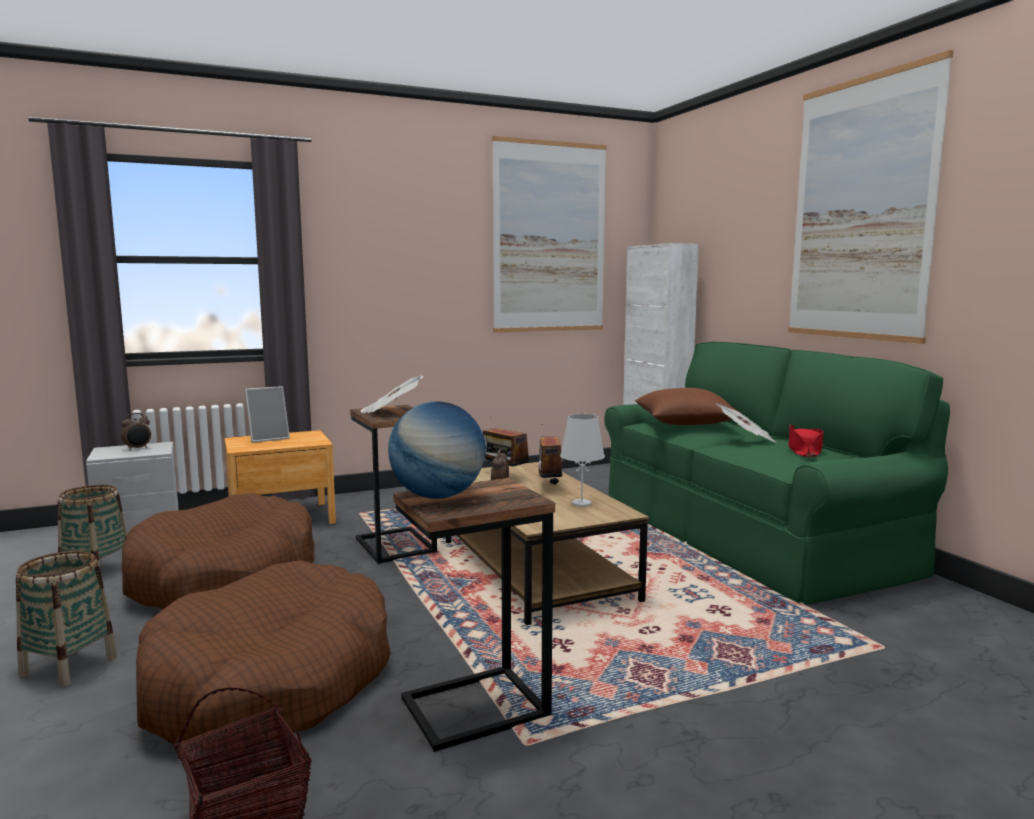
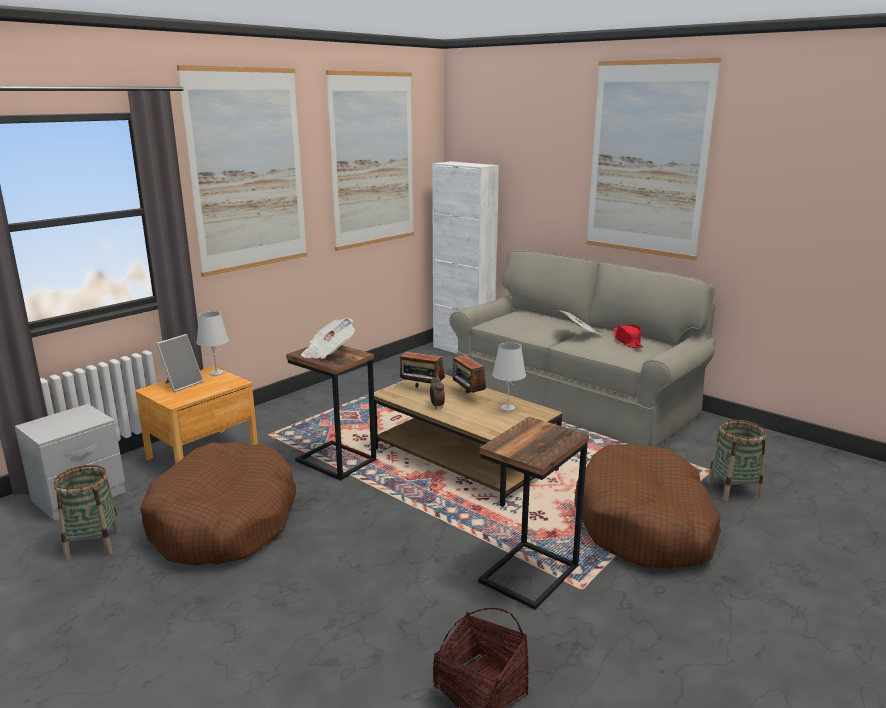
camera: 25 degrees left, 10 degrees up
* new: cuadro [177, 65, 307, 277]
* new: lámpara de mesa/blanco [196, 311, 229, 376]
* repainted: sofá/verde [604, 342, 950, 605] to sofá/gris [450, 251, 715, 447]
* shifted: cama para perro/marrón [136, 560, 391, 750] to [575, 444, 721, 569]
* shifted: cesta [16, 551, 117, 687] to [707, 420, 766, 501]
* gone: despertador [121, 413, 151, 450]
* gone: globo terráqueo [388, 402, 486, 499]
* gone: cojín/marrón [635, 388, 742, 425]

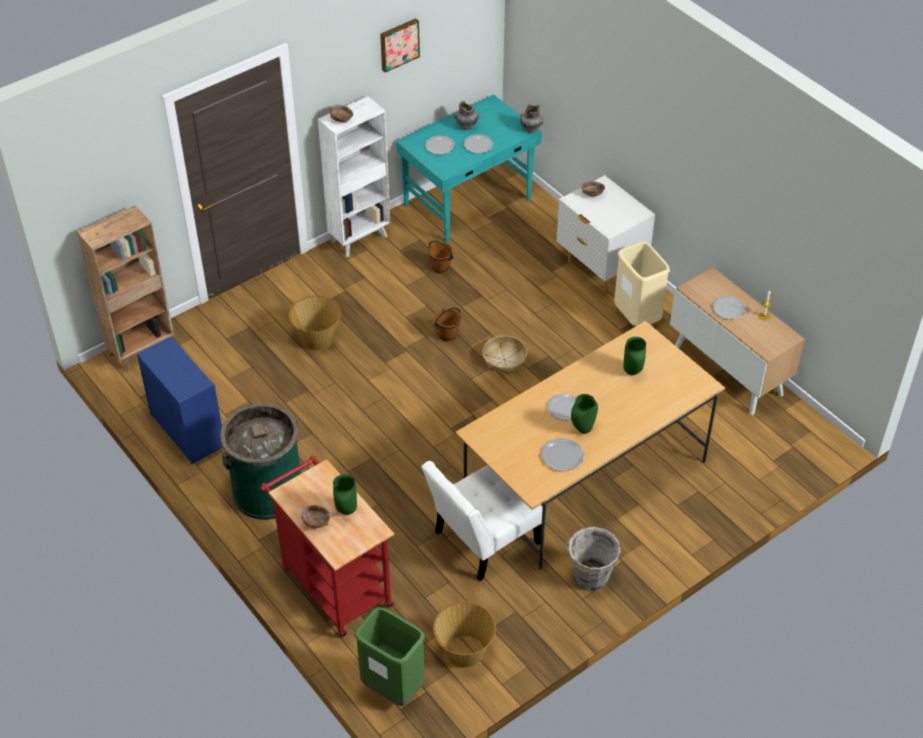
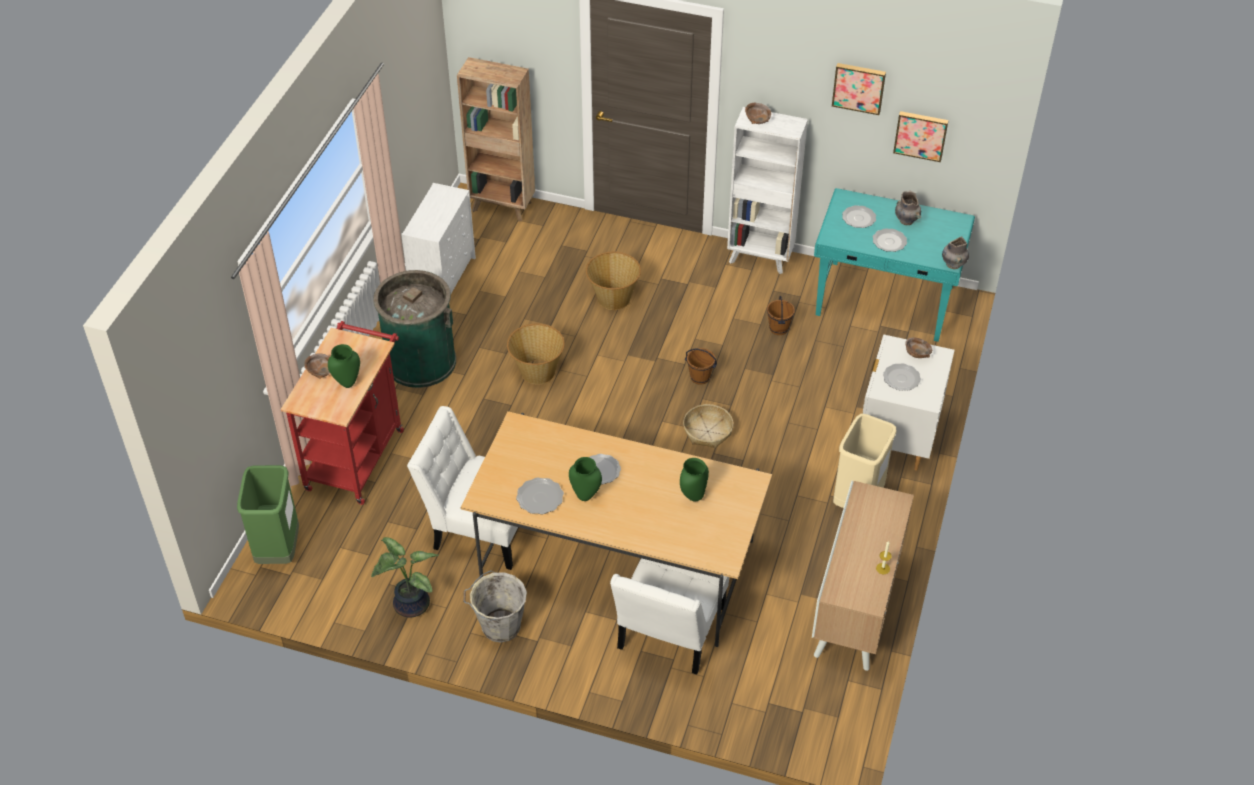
camera: 55 degrees right, 0 degrees up
* new: planta en maceta [371, 537, 438, 617]
* repainted: cómoda/azul [137, 336, 223, 464] to cómoda/blanco [401, 183, 476, 293]
* shifted: cesta [433, 602, 496, 668] to [507, 324, 565, 385]
* new: silla/blanco [610, 558, 729, 675]
* shifted: plato [713, 296, 746, 319] to [883, 363, 921, 391]
* new: cuadro [893, 111, 949, 162]

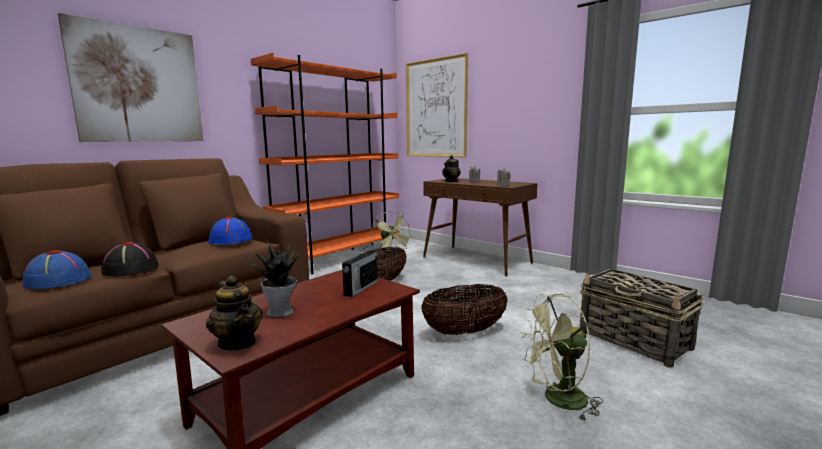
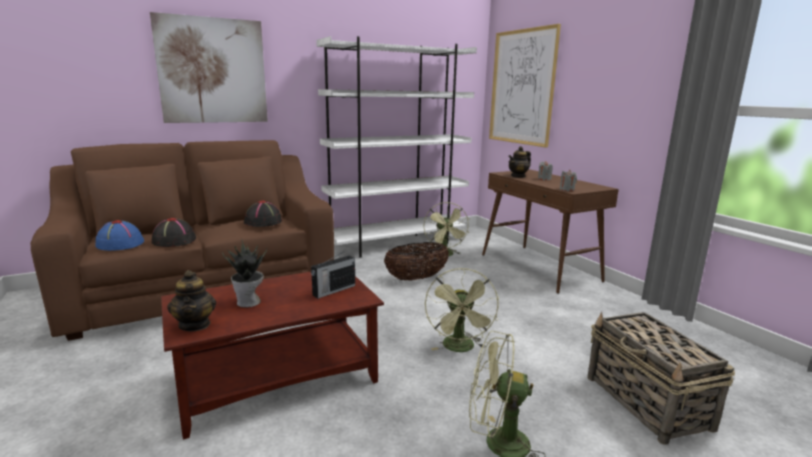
camera: 20 degrees right, 5 degrees up
* repainted: sombrero/azul [209, 216, 252, 245] to sombrero/negro [244, 200, 282, 227]
* repainted: estantería/naranja [251, 53, 400, 274] to estantería/blanco [316, 36, 477, 258]
* swapped: cesta [421, 284, 507, 335] to ventilador/verde [425, 268, 499, 352]

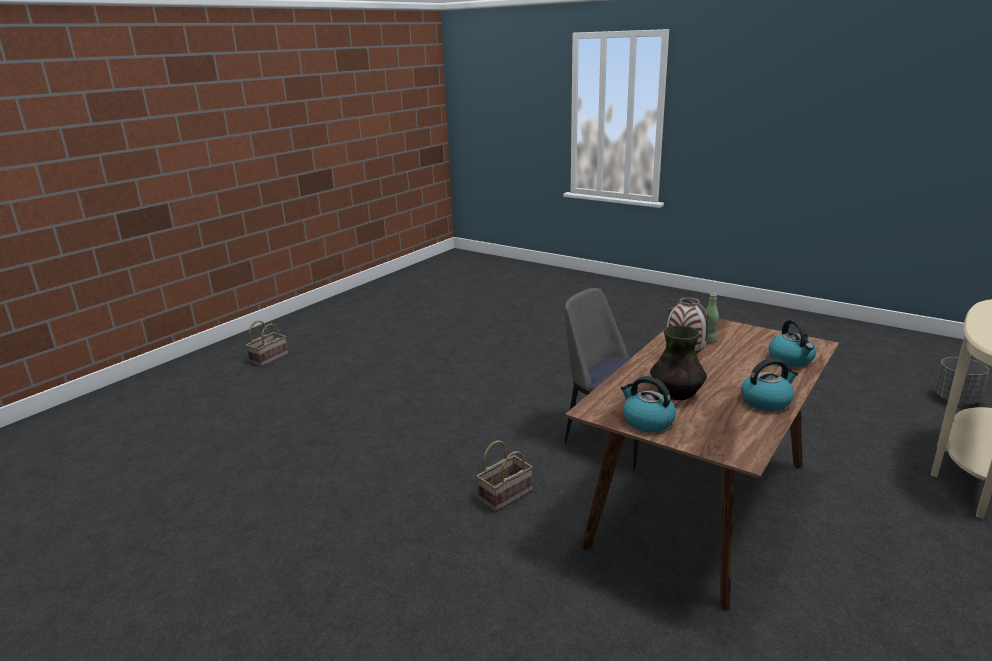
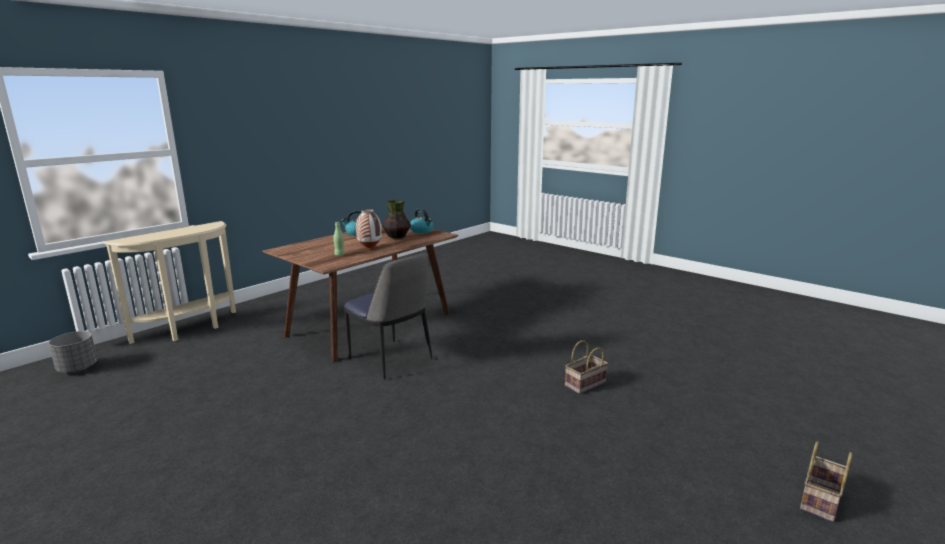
camera: 175 degrees left, 5 degrees down
* shifted: cesta [476, 440, 533, 512] to [565, 340, 608, 394]
* gone: hervidor [768, 319, 816, 367]

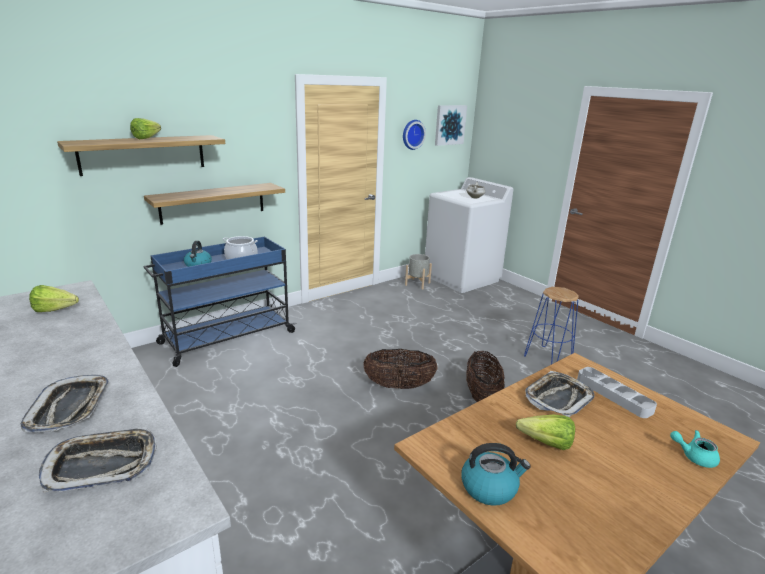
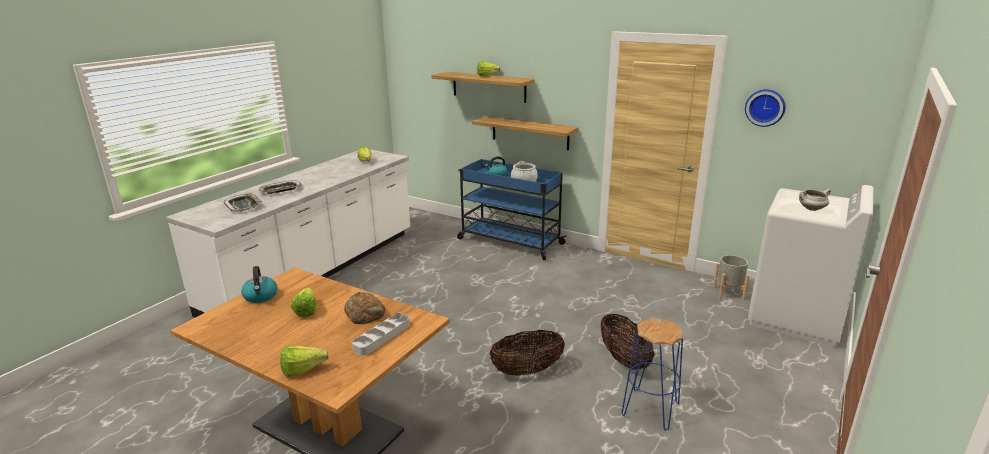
camera: 70 degrees right, 0 degrees up
* swapped: tetera/turquesa [670, 430, 720, 468] to lechuga [280, 346, 329, 377]
* swapped: bandeja [525, 371, 595, 417] to pan [344, 292, 385, 324]
* shifted: cesta [363, 349, 438, 389] to [601, 314, 654, 370]
* gone: cuadro [435, 105, 467, 146]

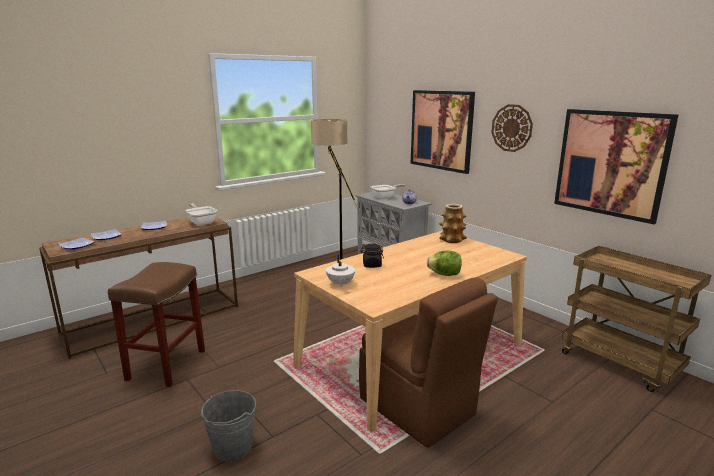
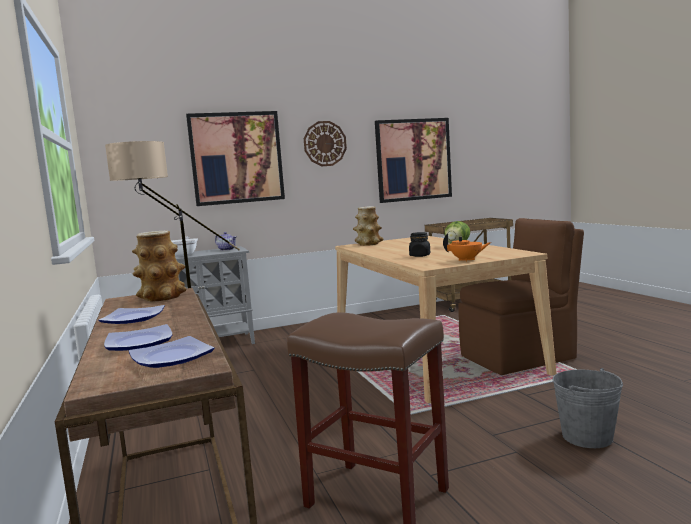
camera: 70 degrees left, 10 degrees down
* swapped: sartén [185, 204, 217, 226] to florero [132, 231, 187, 301]
* repainted: tetera/blanco [326, 255, 355, 287] to tetera/naranja [443, 234, 491, 262]

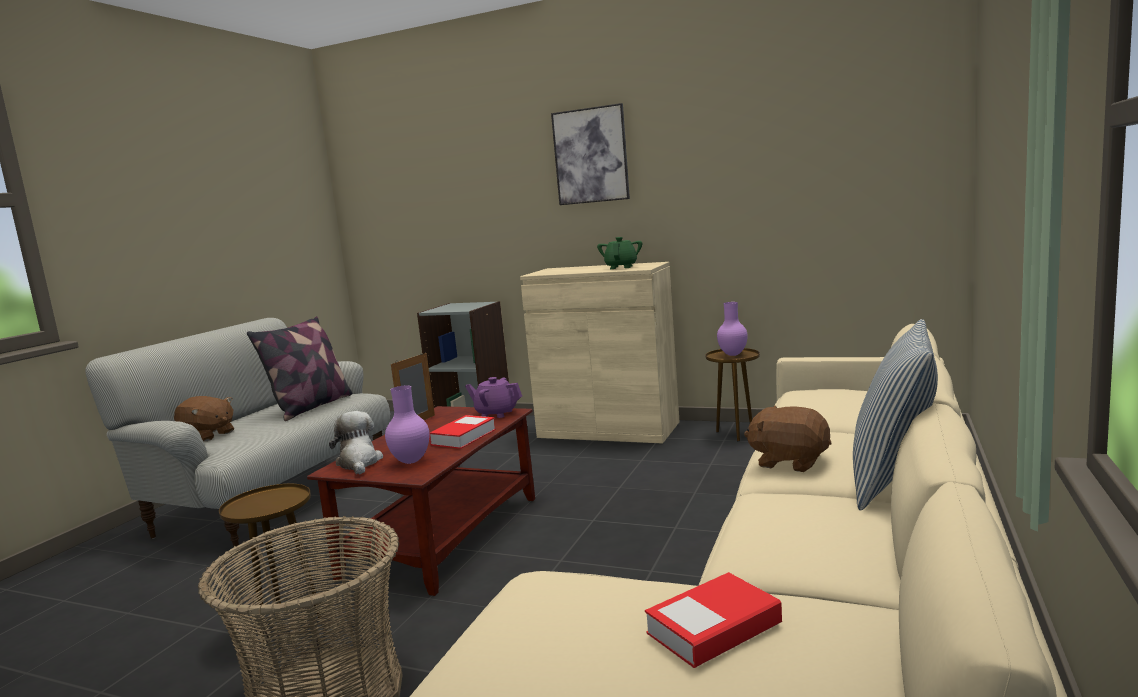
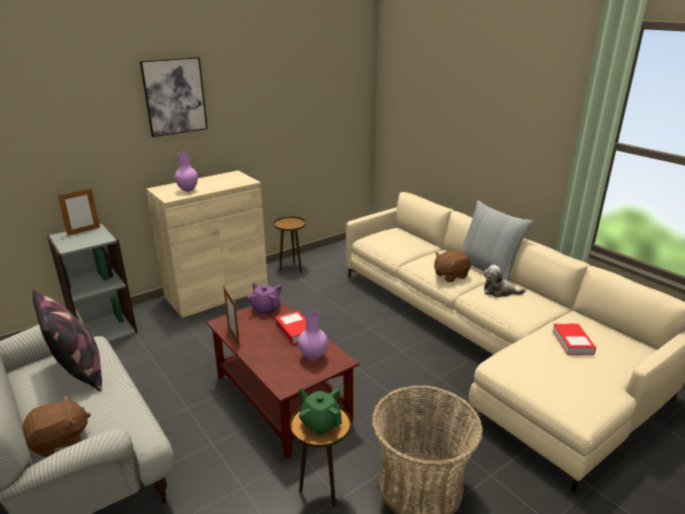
camera: 60 degrees left, 15 degrees up
* new: portarretratos [57, 188, 100, 236]
* shifted: florero/morado [717, 302, 748, 356] to [175, 151, 198, 192]
* rotated: tetera/morado [465, 377, 522, 418] = [247, 283, 282, 315] 90 degrees clockwise
* shifted: tetera/verde [597, 237, 642, 269] to [299, 388, 342, 435]
* shifted: peluche [329, 411, 383, 474] to [483, 265, 526, 297]

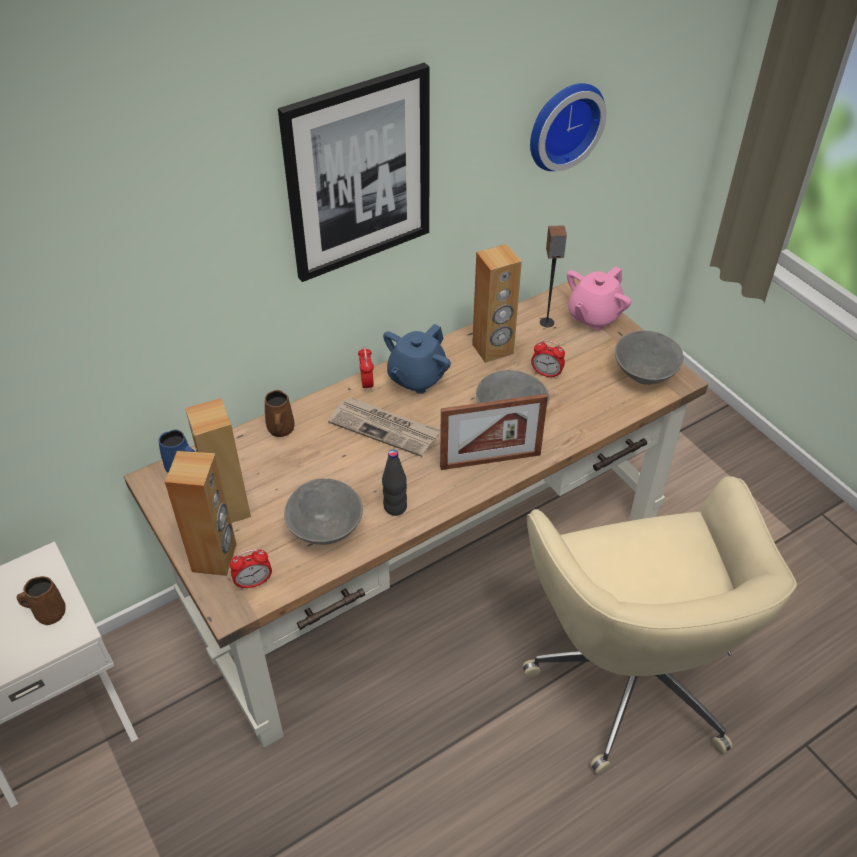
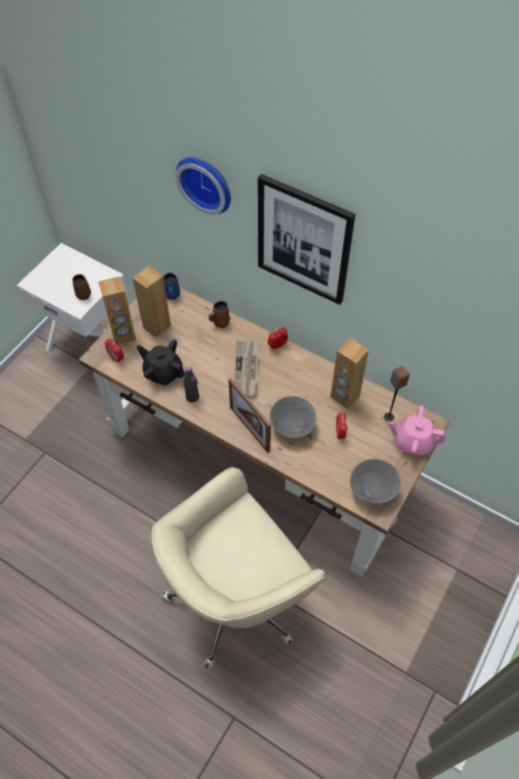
camera: 65 degrees right, 10 degrees up
* swapped: cuenco/gris [284, 479, 363, 545] to tetera/negro [137, 339, 185, 385]
* shifted: reloj de pared [530, 83, 607, 171] to [175, 157, 231, 215]
* gone: tetera/azul [383, 324, 451, 394]

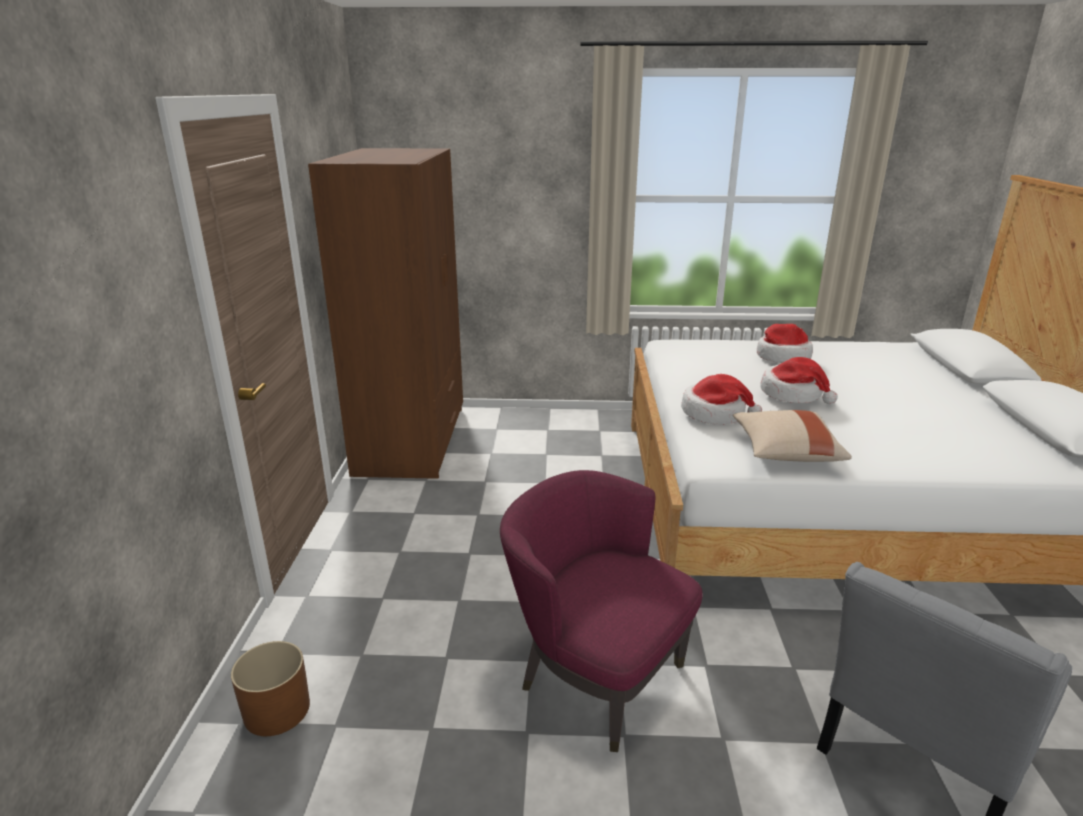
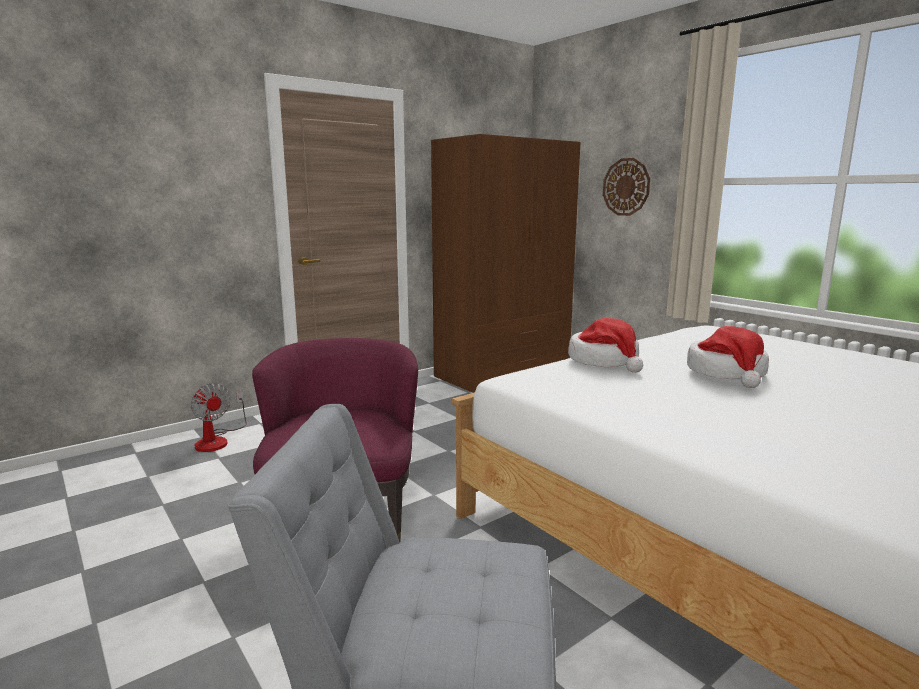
camera: 50 degrees right, 10 degrees down
* swapped: maceta/marrón [231, 641, 310, 736] to ventilador [191, 383, 247, 452]
* new: reloj de pared [603, 158, 650, 216]
* gone: cojín/beis [733, 410, 852, 462]
* gone: sombrero [757, 324, 813, 363]

